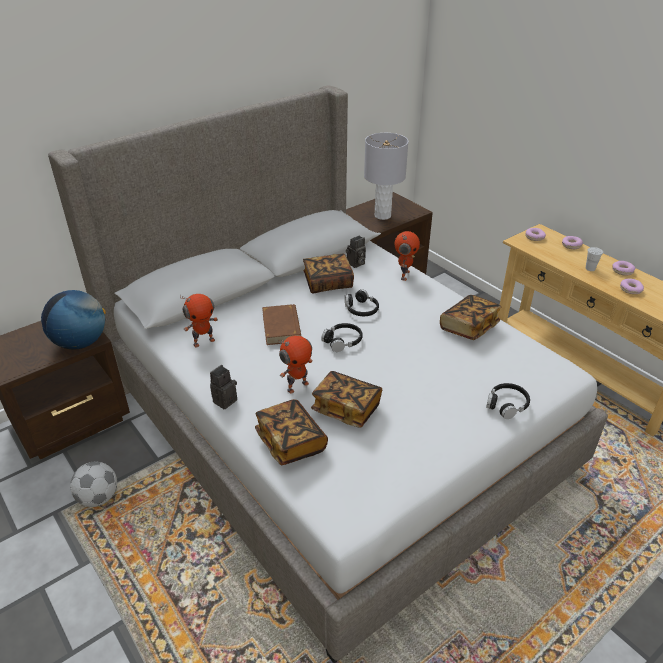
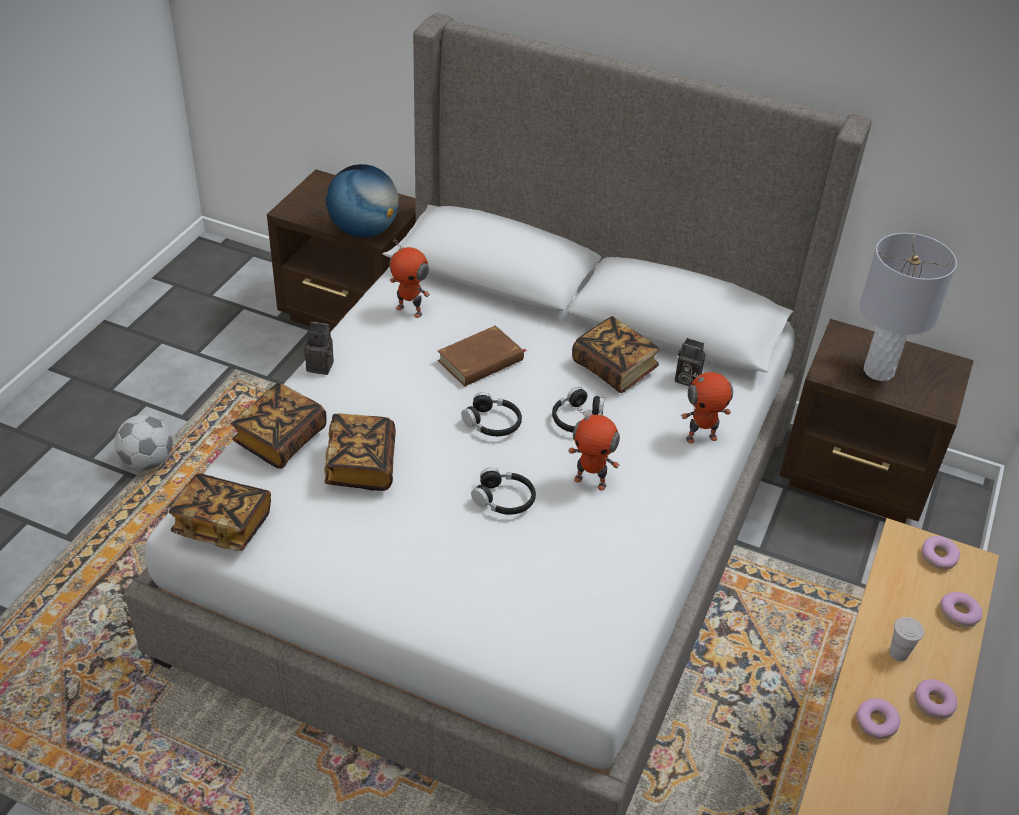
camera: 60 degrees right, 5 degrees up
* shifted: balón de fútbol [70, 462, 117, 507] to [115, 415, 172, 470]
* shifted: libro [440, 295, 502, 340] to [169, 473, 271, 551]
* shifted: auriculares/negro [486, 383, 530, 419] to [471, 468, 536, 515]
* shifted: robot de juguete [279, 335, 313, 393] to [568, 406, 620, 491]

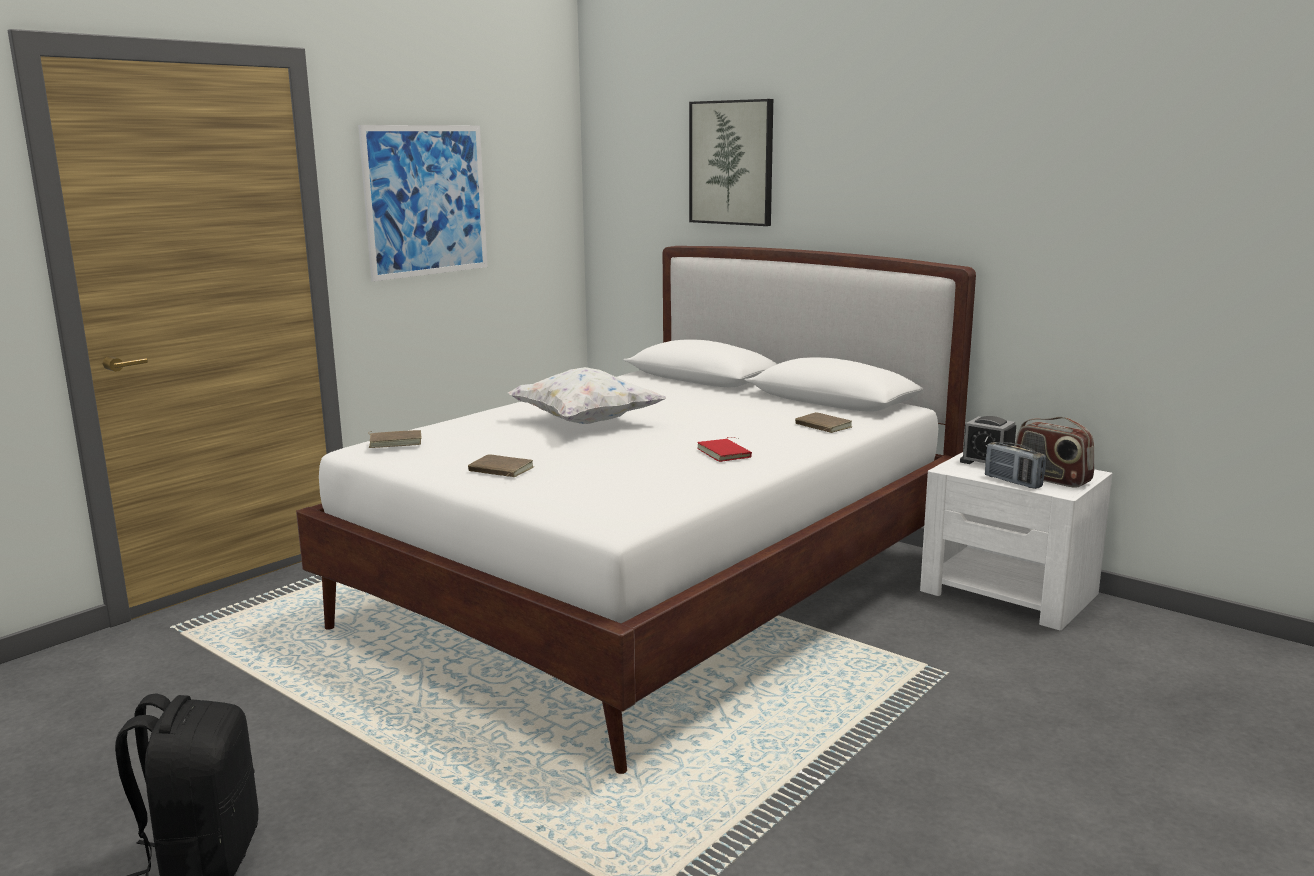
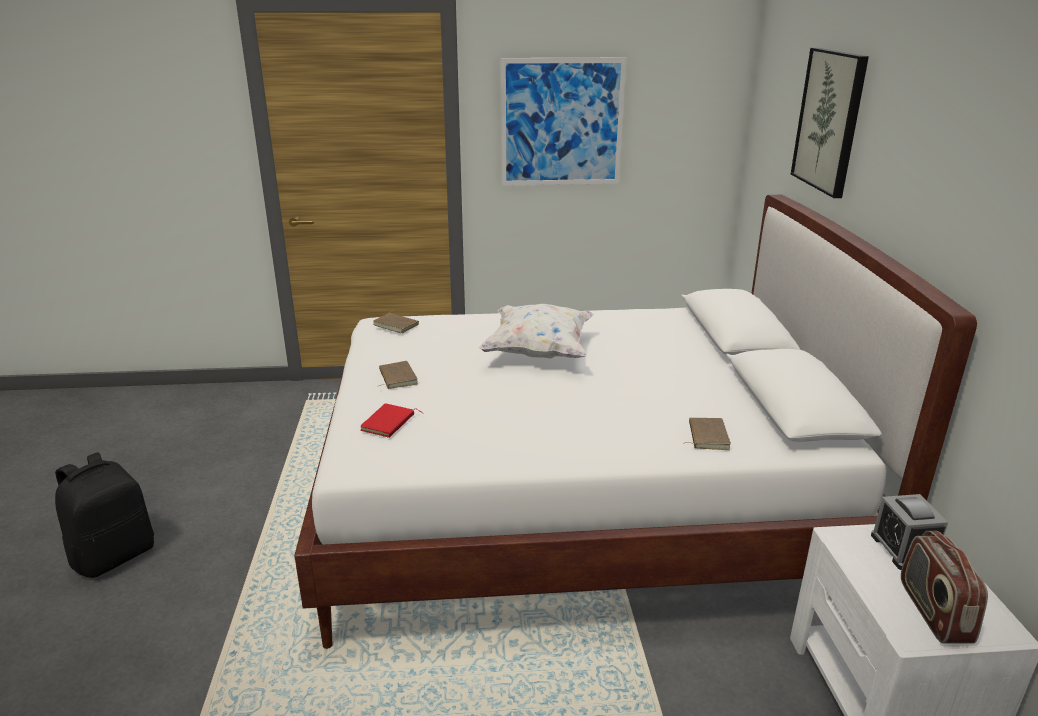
camera: 45 degrees right, 10 degrees up
* shifted: libro/rojo [697, 437, 752, 462] to [360, 403, 423, 438]
* gone: radio [985, 442, 1046, 489]

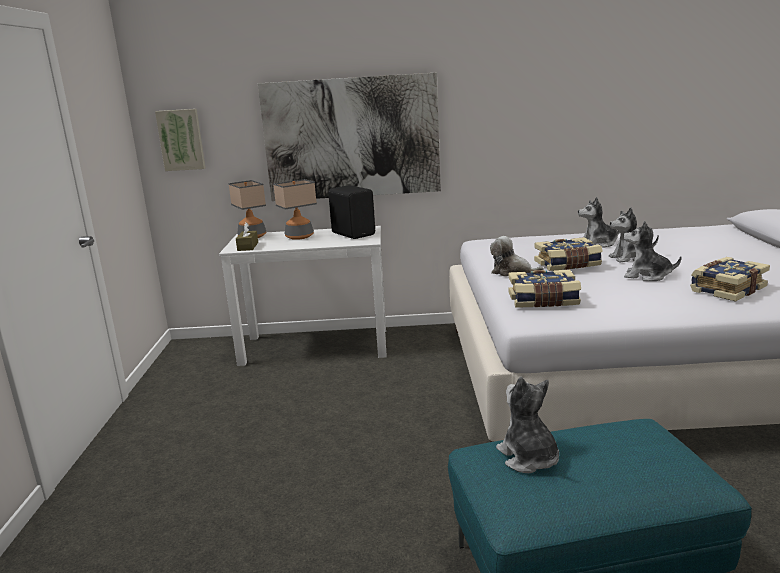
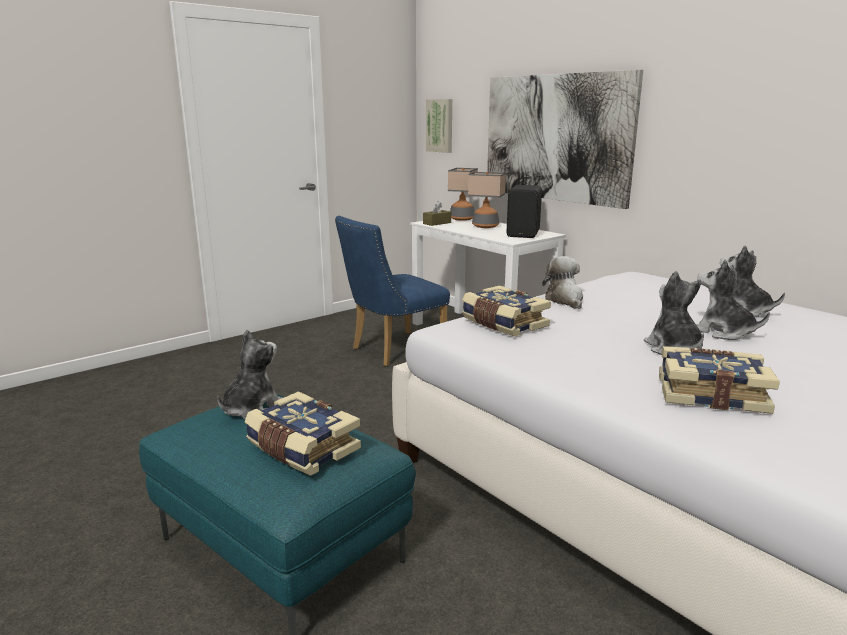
camera: 50 degrees right, 0 degrees up
* shifted: libro [534, 237, 603, 271] to [245, 391, 361, 476]
* new: silla/azul [335, 216, 450, 367]

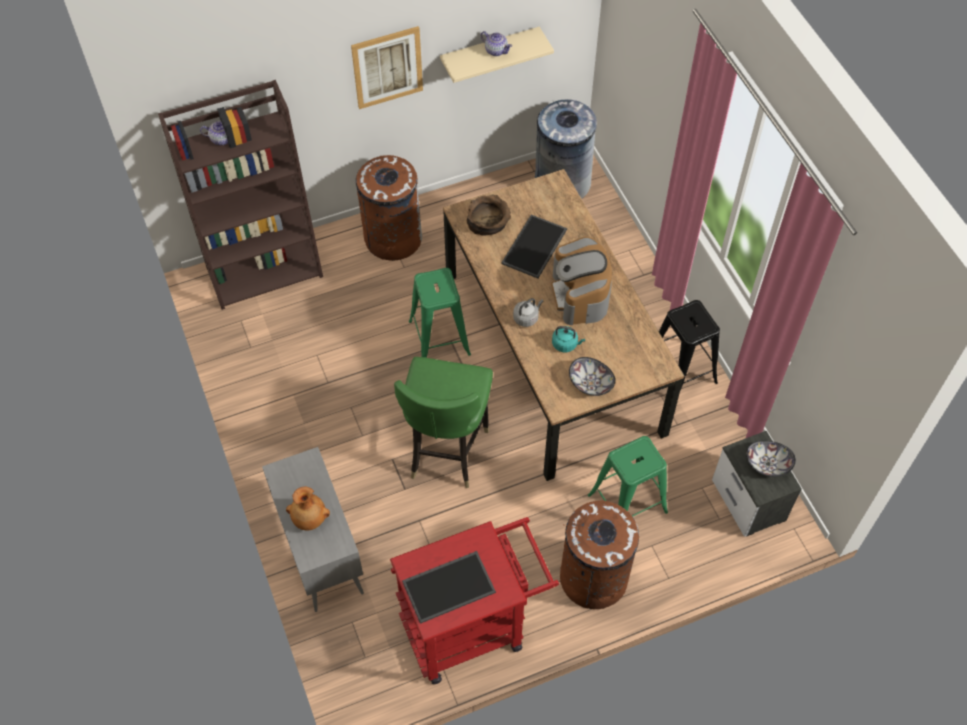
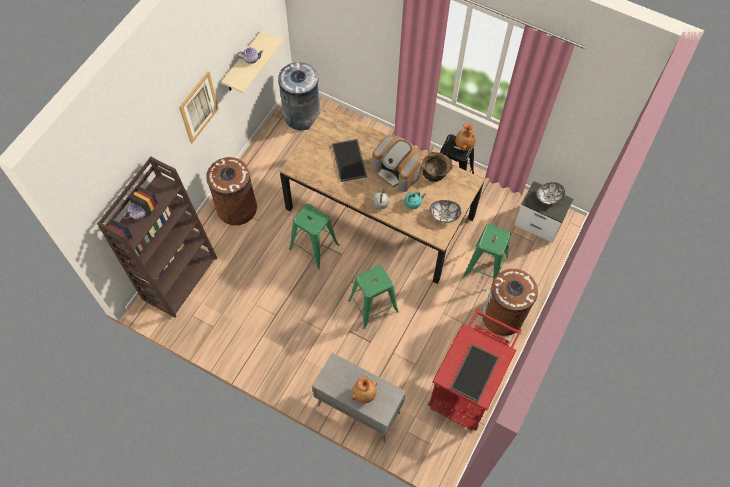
camera: 40 degrees left, 5 degrees up
* swapped: silla/verde [394, 357, 493, 488] to taburete/verde [348, 265, 399, 329]
* shifted: cuenco/marrón [467, 194, 511, 236] to [421, 152, 453, 182]
* new: florero/marrón [455, 123, 476, 151]

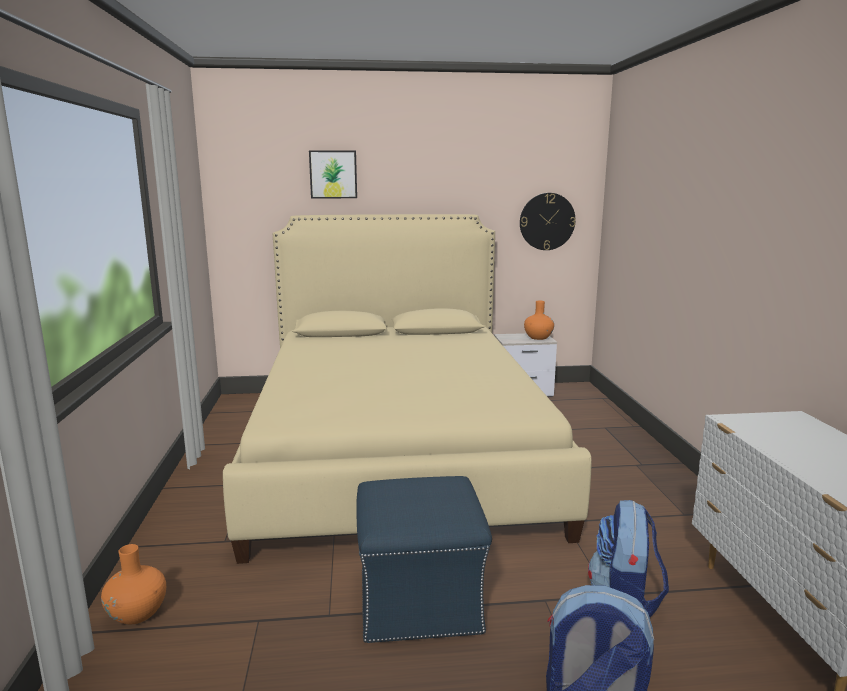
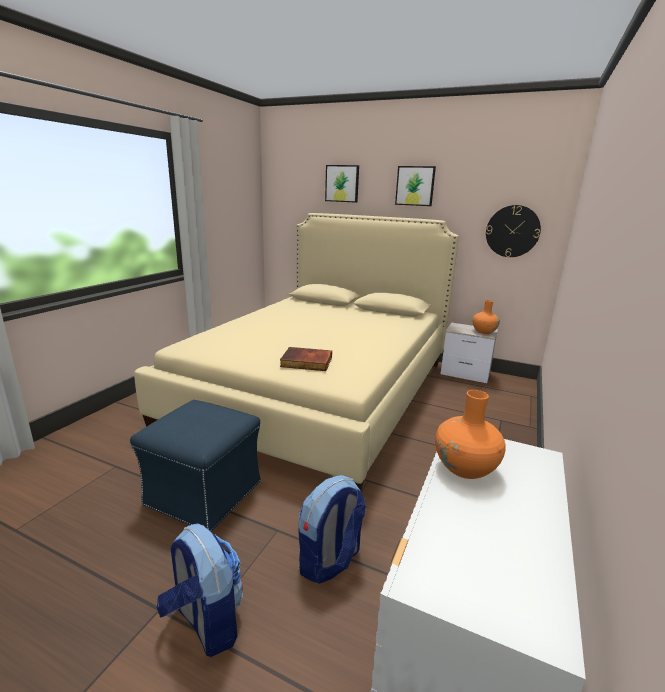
camera: 30 degrees right, 5 degrees up
* new: libro [280, 347, 332, 371]
* new: cuadro [395, 166, 436, 206]
* shifted: florero/naranja [101, 544, 166, 624] to [435, 390, 506, 479]

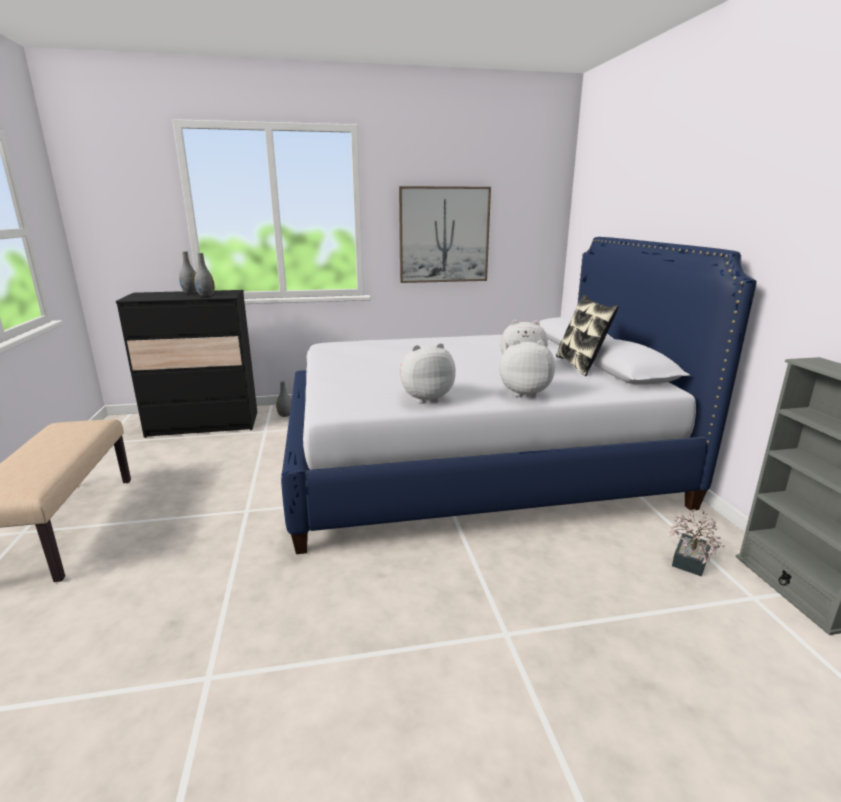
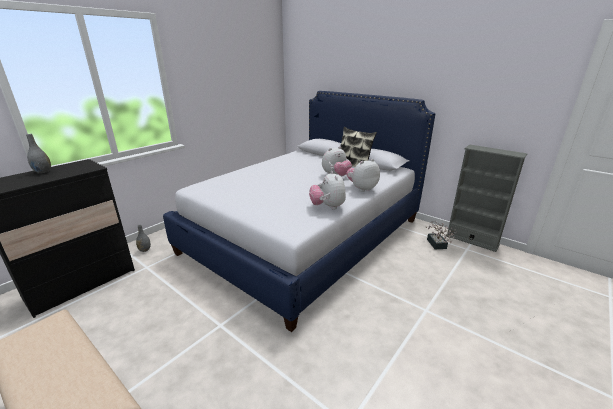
camera: 40 degrees left, 5 degrees up
* rotated: peluche [399, 343, 456, 404] = [309, 171, 346, 210] 45 degrees counterclockwise
* gone: florero/gris [195, 253, 215, 297]
* gone: cuadro [399, 186, 491, 283]

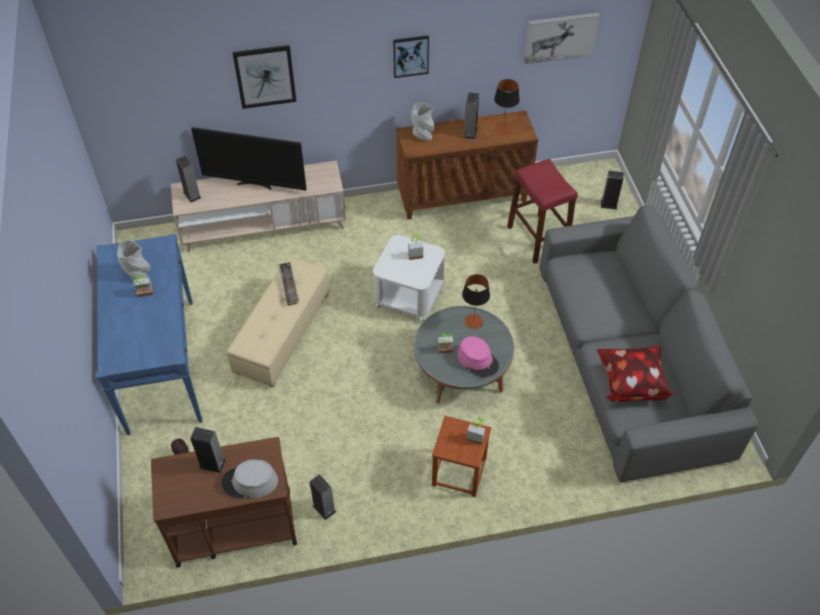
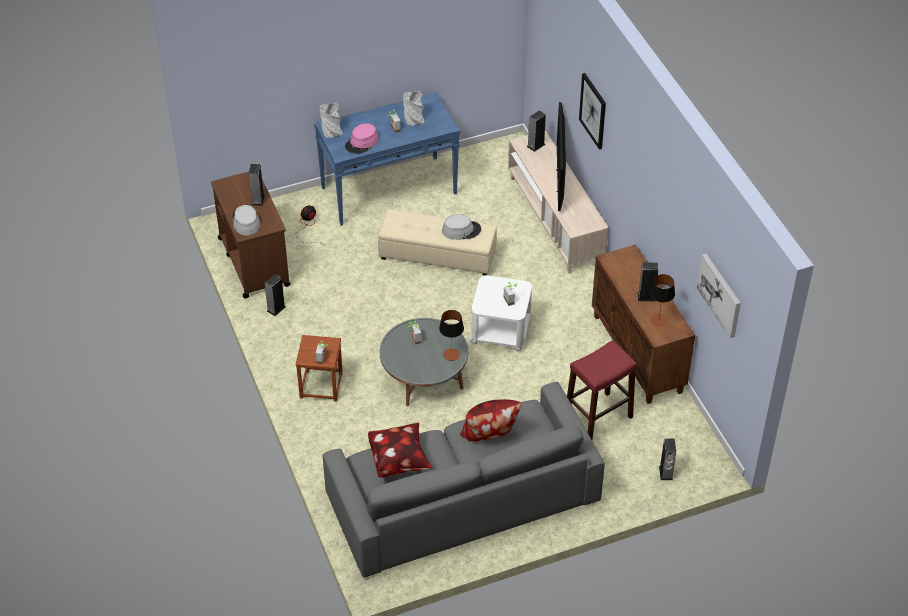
camera: 80 degrees right, 5 degrees down
* shifted: florero/gris [411, 103, 435, 141] to [320, 103, 343, 138]
* shifted: sombrero/rosa [457, 336, 499, 377] to [345, 123, 378, 154]
* swapped: bandeja [278, 262, 299, 306] to sombrero/gris [442, 214, 481, 240]
* new: cojín [460, 399, 522, 441]
* gone: cuadro [393, 36, 429, 78]

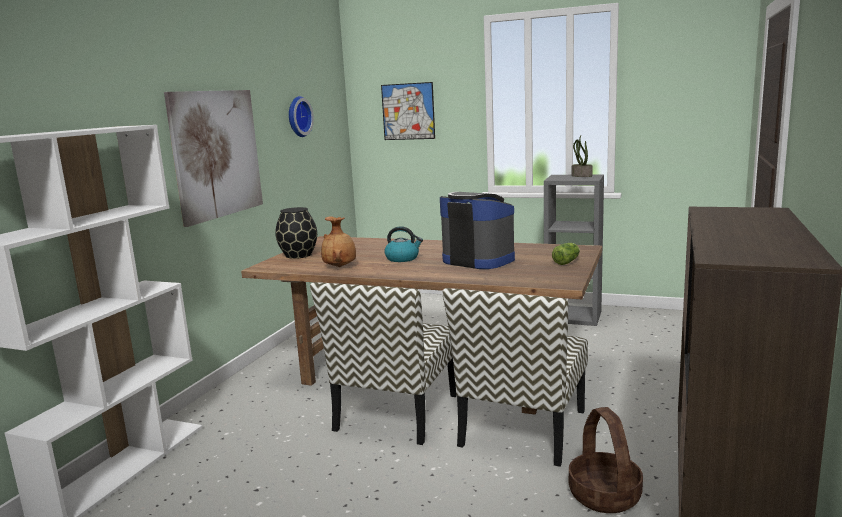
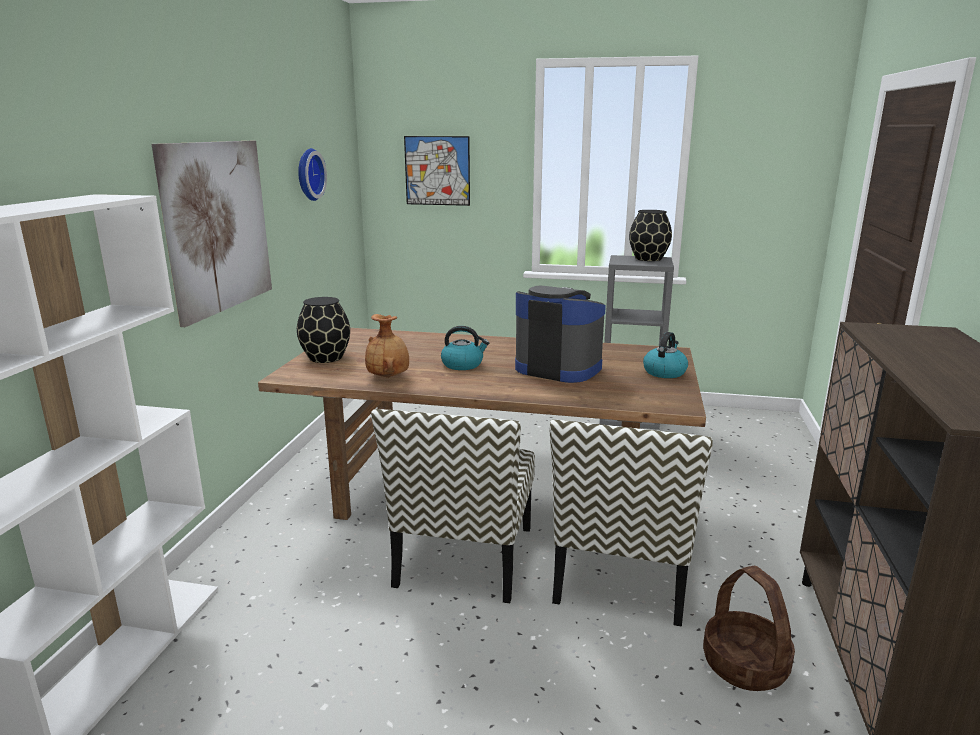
camera: 10 degrees left, 5 degrees up
* swapped: planta en maceta [572, 136, 593, 177] to florero/negro [629, 210, 672, 261]
* swapped: lechuga [552, 243, 580, 265] to hervidor [643, 332, 688, 378]

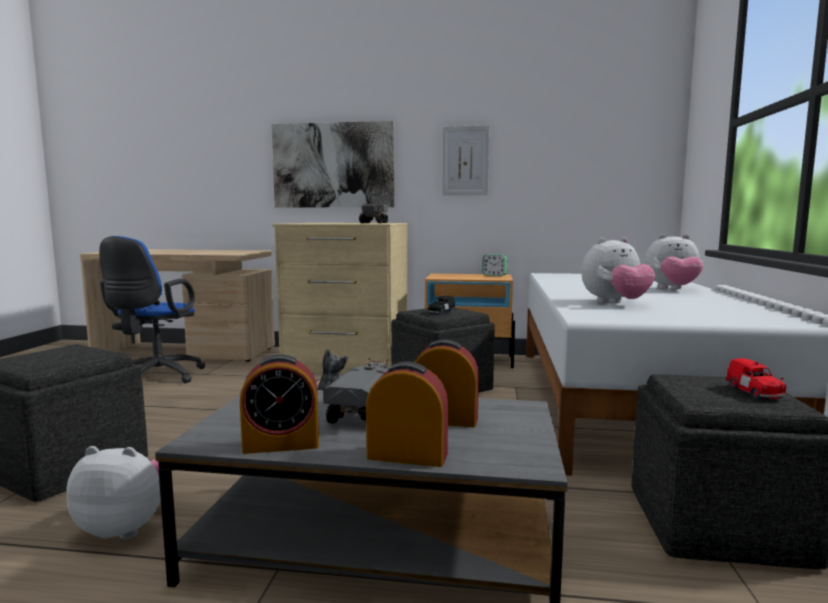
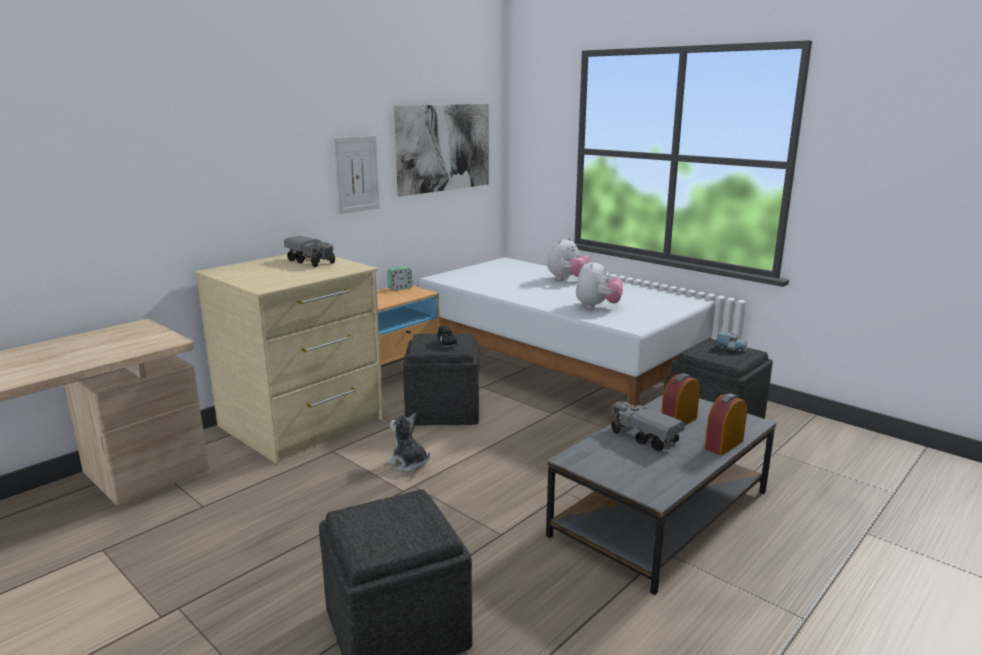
camera: 55 degrees left, 10 degrees up
* shifted: cuadro [272, 121, 395, 208] to [394, 104, 489, 197]
* repainted: coche de juguete/rojo [725, 358, 786, 399] to coche de juguete/azul [716, 332, 747, 353]
* gone: peluche [66, 446, 161, 540]
* gone: silla de oficina/azul [99, 236, 205, 383]
* gone: despertador [240, 354, 319, 454]

